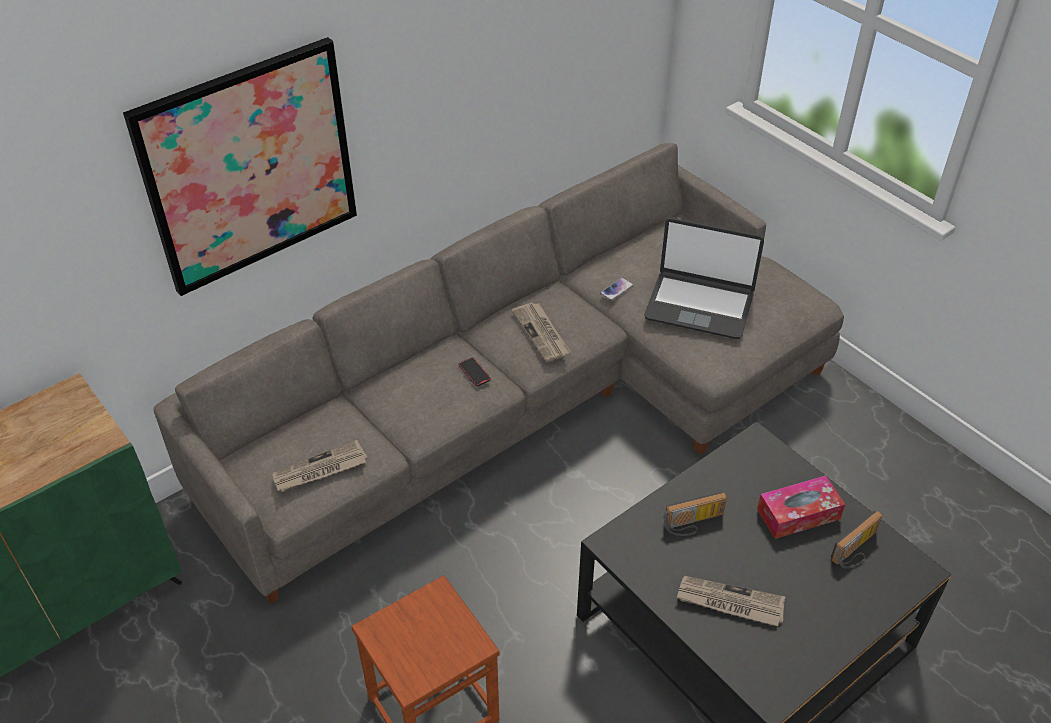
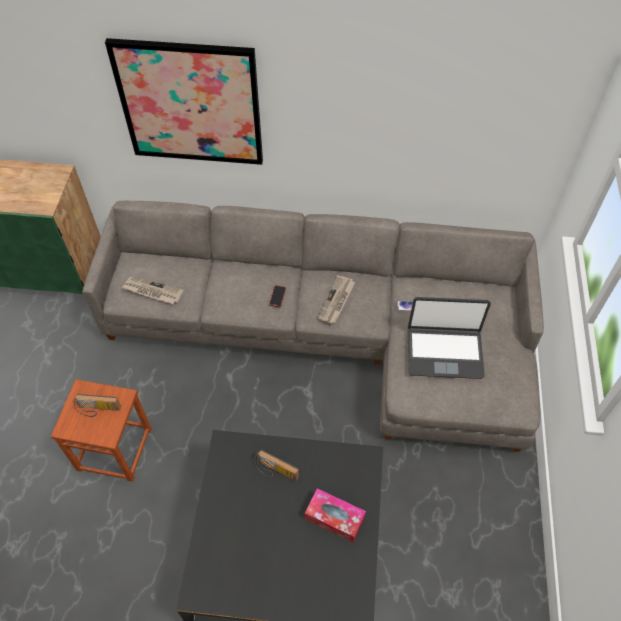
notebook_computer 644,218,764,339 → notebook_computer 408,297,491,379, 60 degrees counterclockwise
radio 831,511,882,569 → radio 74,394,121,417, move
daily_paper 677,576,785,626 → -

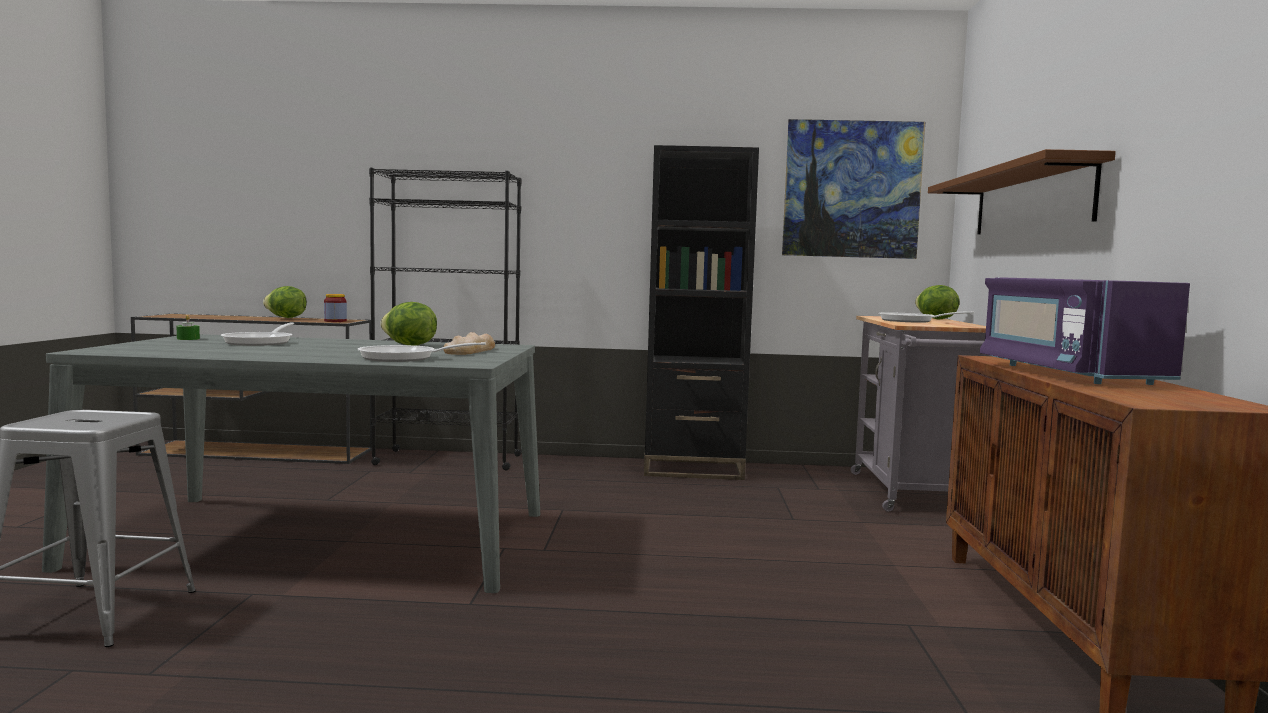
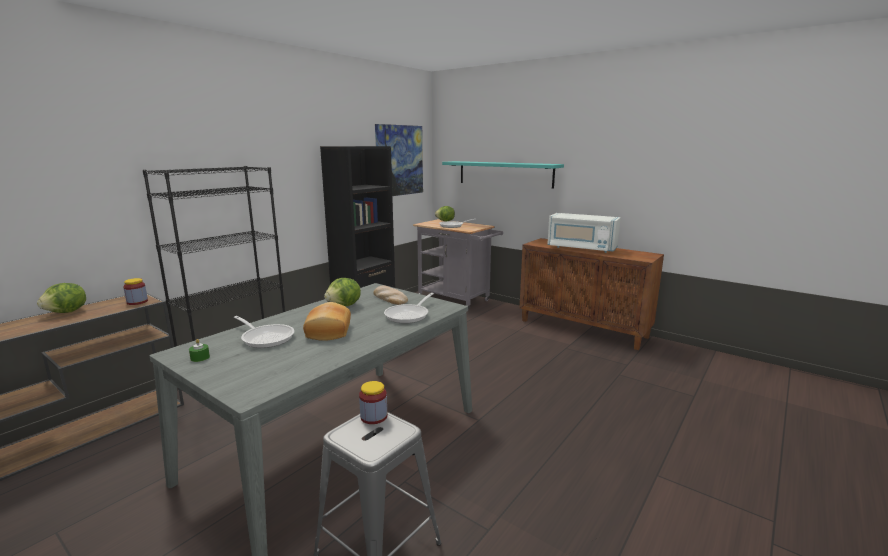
brownish_wall_shelf 928,149,1116,235 → blue-green_wall_shelf 442,161,564,189
purple-coloured_microwave_oven 980,277,1190,385 → white-coloured_microwave_oven 547,213,621,253
- → baked_bread 303,302,351,341
- → jar 359,381,387,424

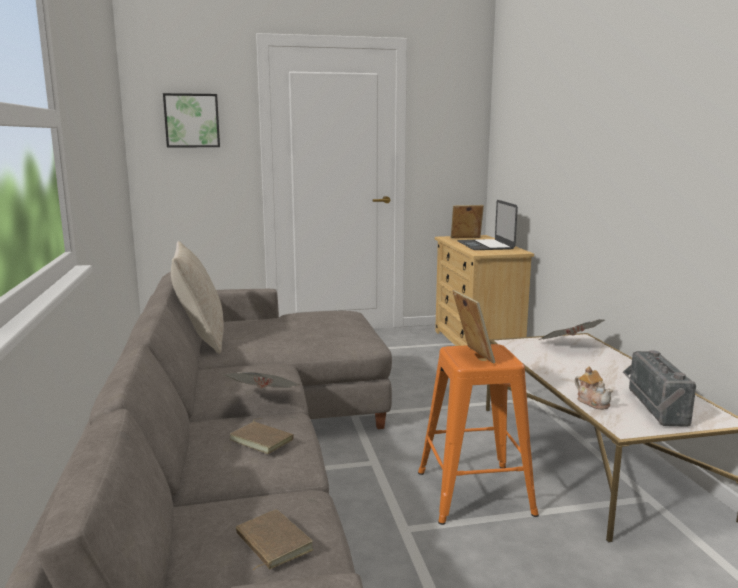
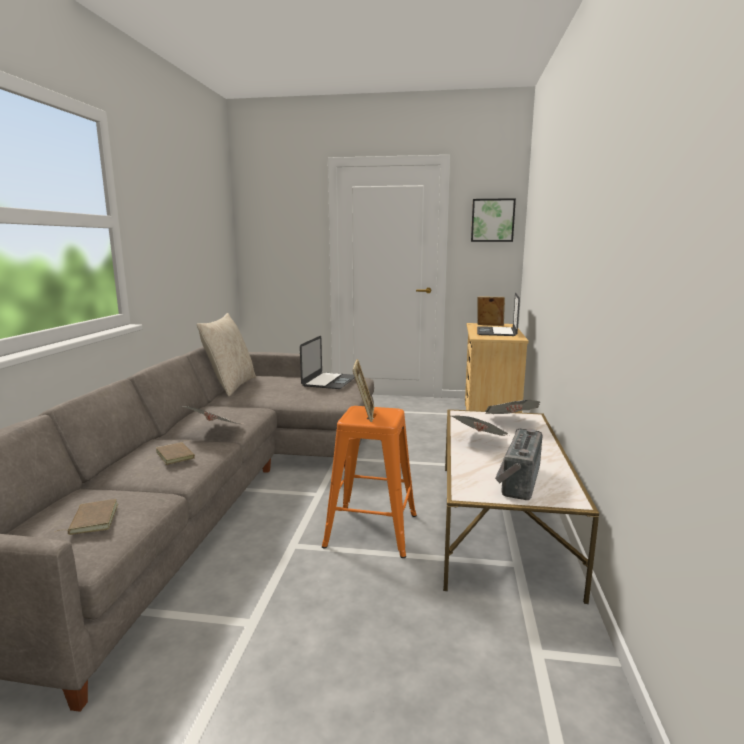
wall_picture 163,93,220,147 → wall_picture 471,198,516,242, move
pot_for_tea 575,366,613,410 → -
- → notebook_computer 300,336,355,389
- → daily_paper 451,416,509,436

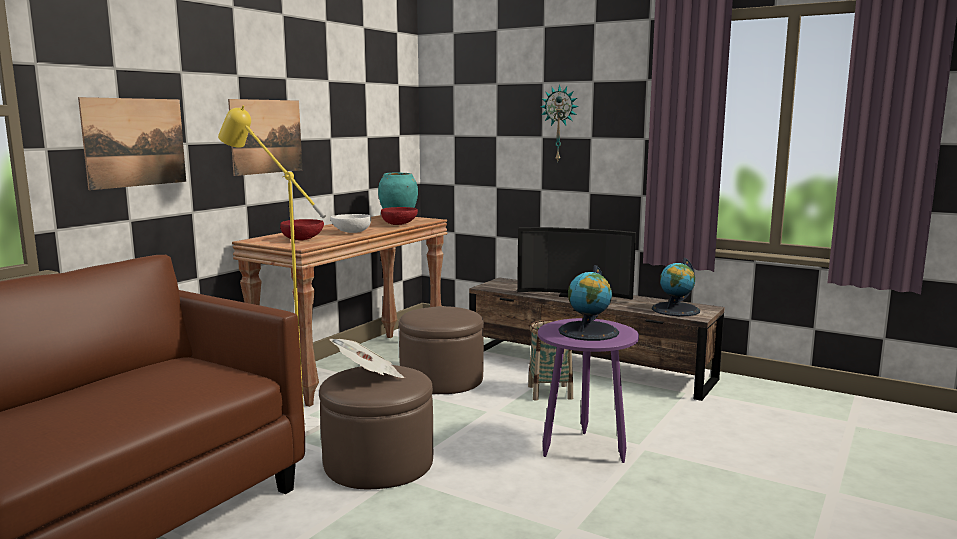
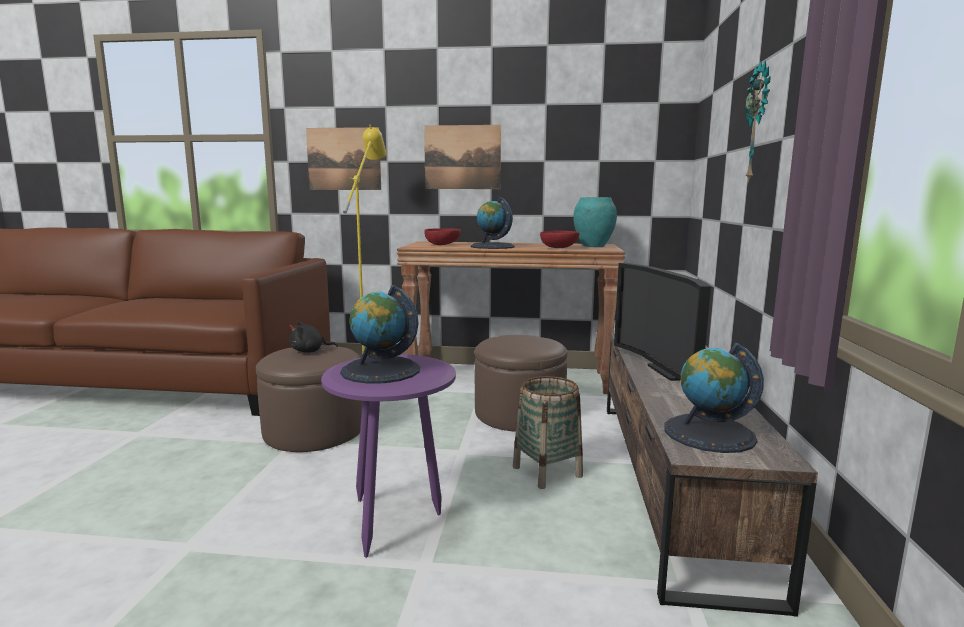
white-coloured_bowl 330,214,371,233 → desk_globe 471,197,515,249
daily_paper 329,339,405,378 → black_soft_toy 289,321,338,353

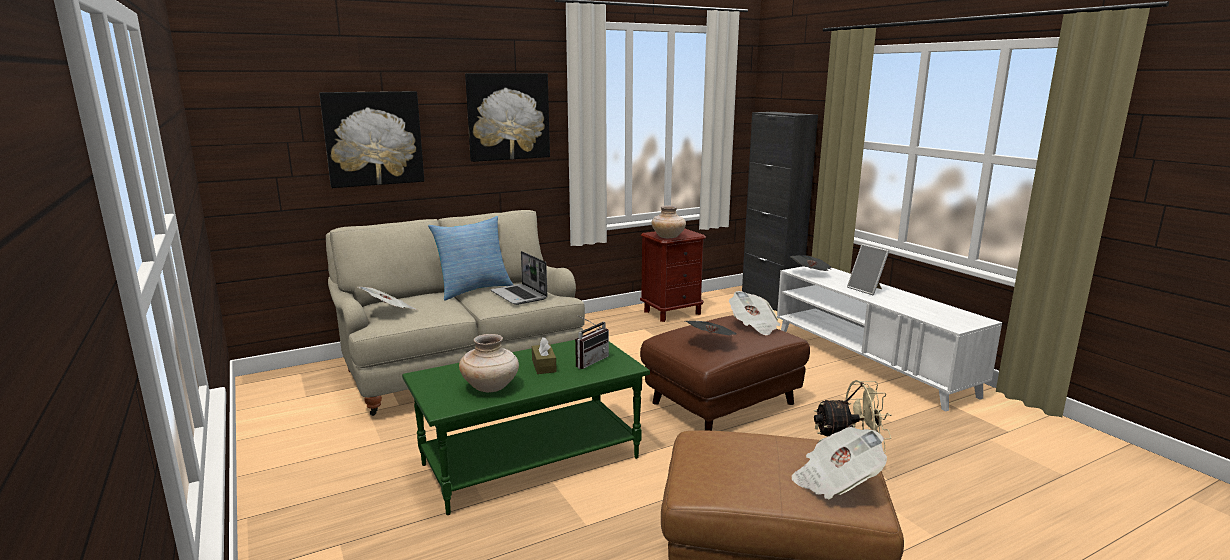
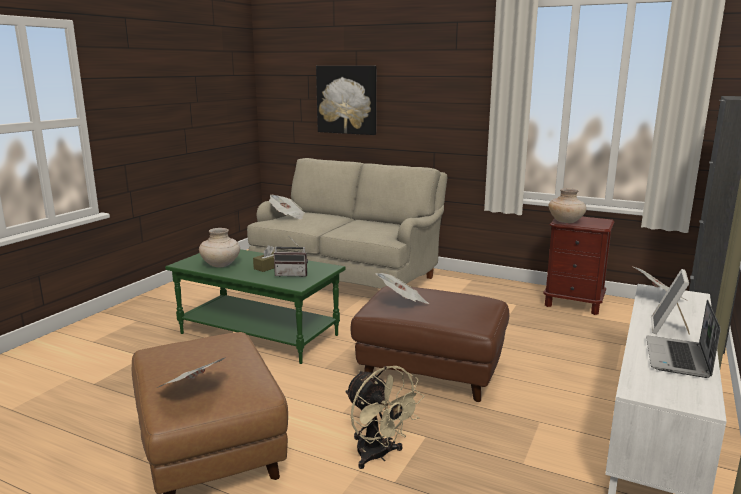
wall_picture 465,73,550,162 → -
cushion 428,216,513,300 → -
notebook_computer 491,251,548,305 → notebook_computer 646,300,721,378, move
daily_paper 729,291,781,336 → -

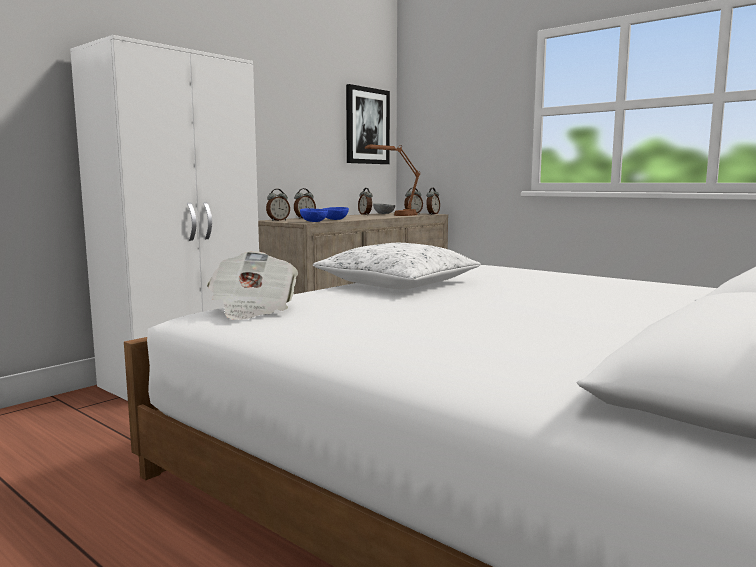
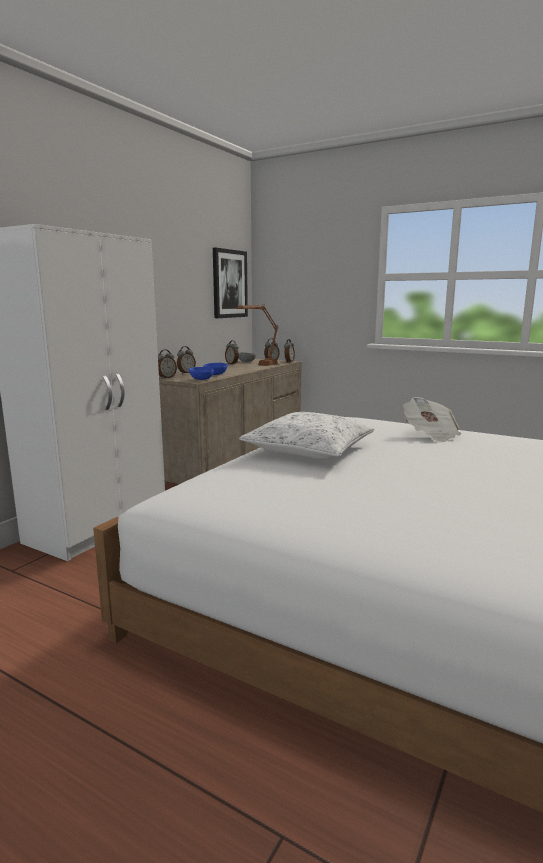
daily_paper 207,251,298,320 → daily_paper 403,397,461,443, move

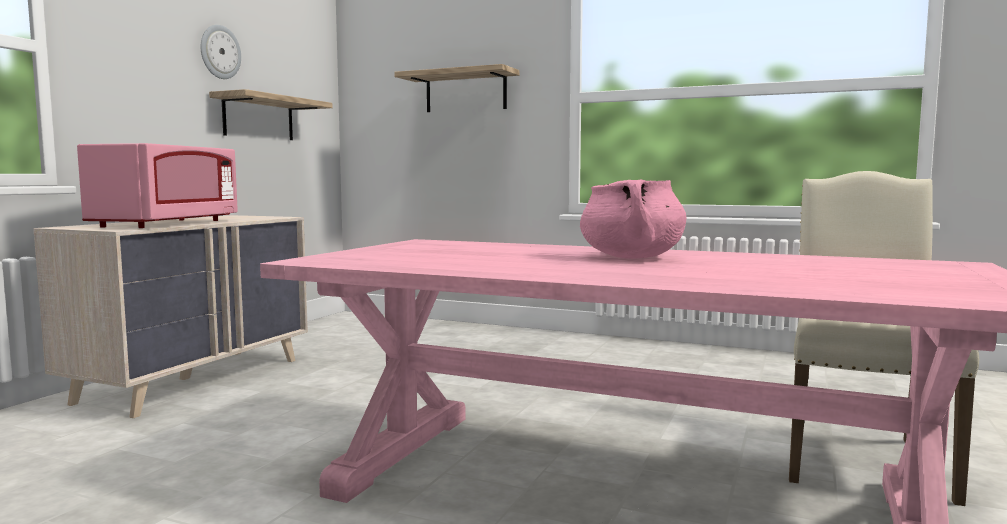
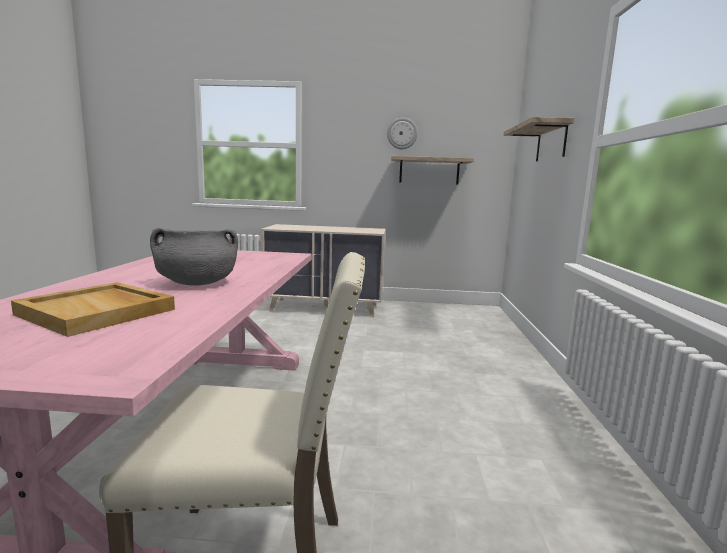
pink-coloured_microwave_oven 77,143,238,228 → -
pink-coloured_cooking_pot 580,179,686,259 → grey_cooking_pot 150,228,238,285
- → beige-coloured_tray 11,282,175,337

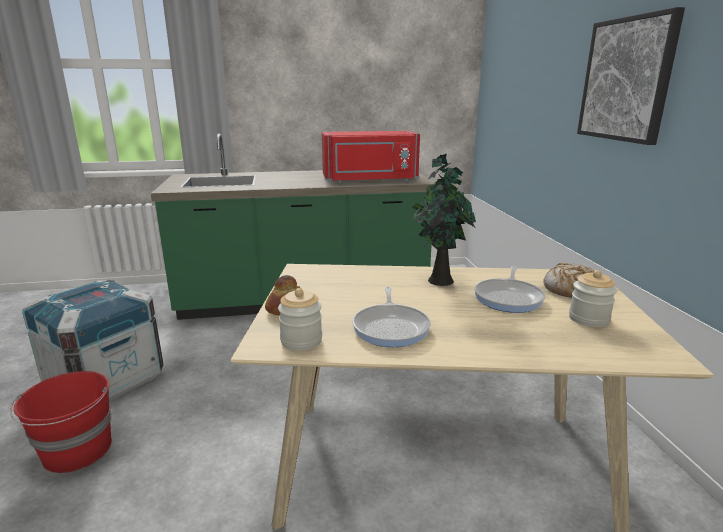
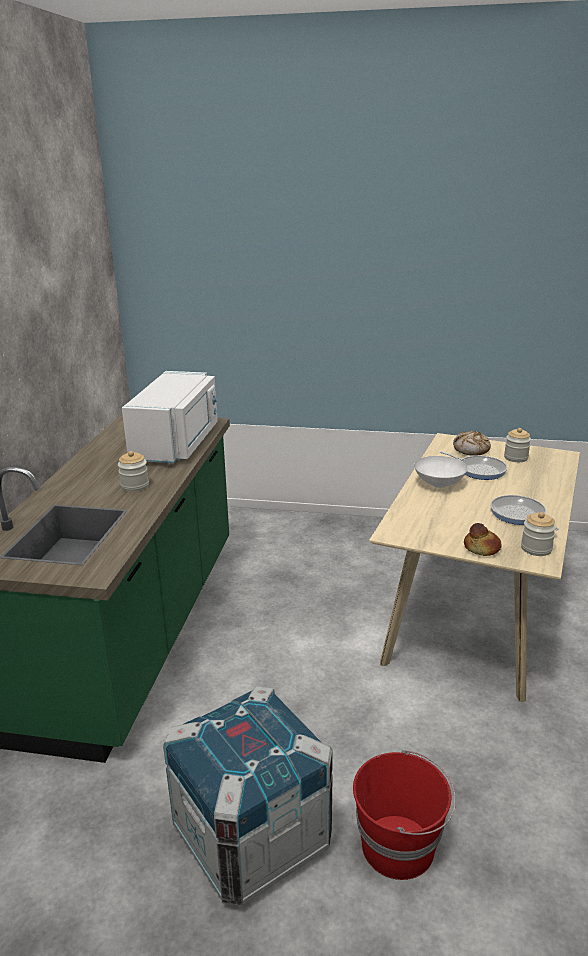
wall_picture 577,7,685,145 → -
reddish_microwave_oven 322,131,420,183 → white-coloured_microwave_oven 122,371,218,463
plant_in_a_pot 412,153,476,286 → white-coloured_bowl 414,456,468,488
skillet 352,287,431,347 → skillet 490,495,559,530, 135 degrees counterclockwise
- → jar 118,451,149,492

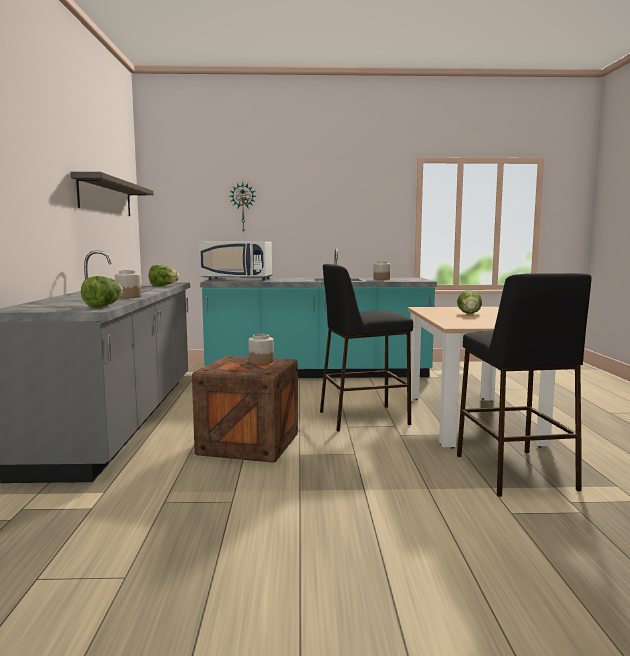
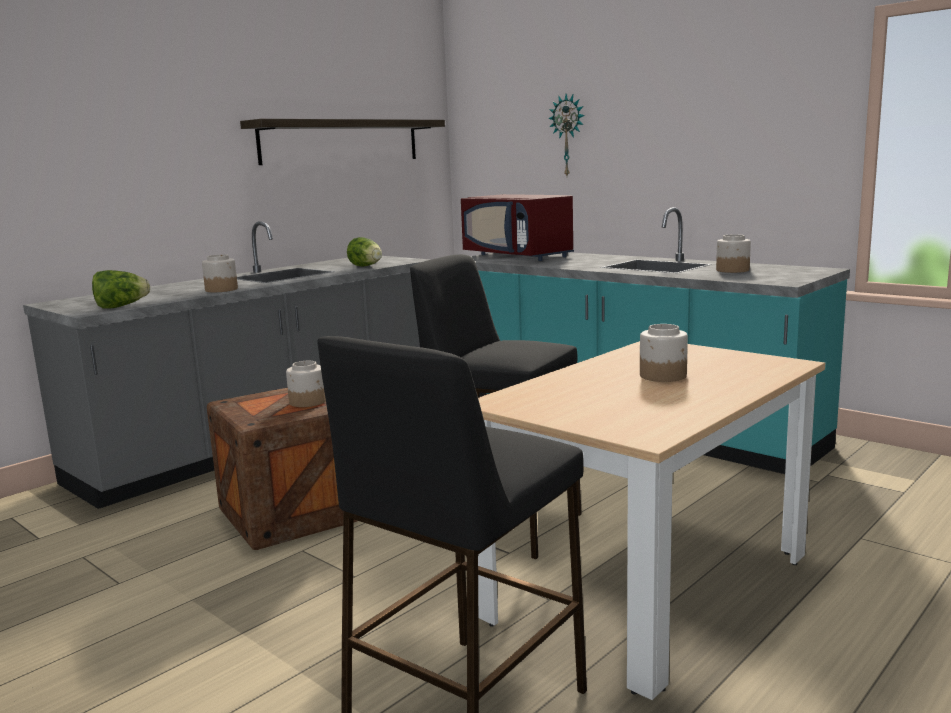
white-coloured_microwave_oven 198,242,272,281 → reddish_microwave_oven 461,194,574,261
lettuce 457,290,482,314 → jar 640,324,688,382

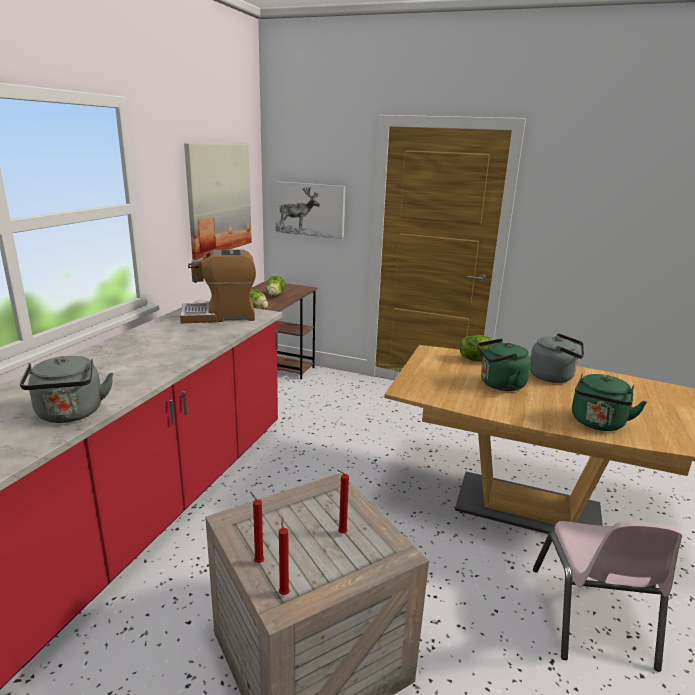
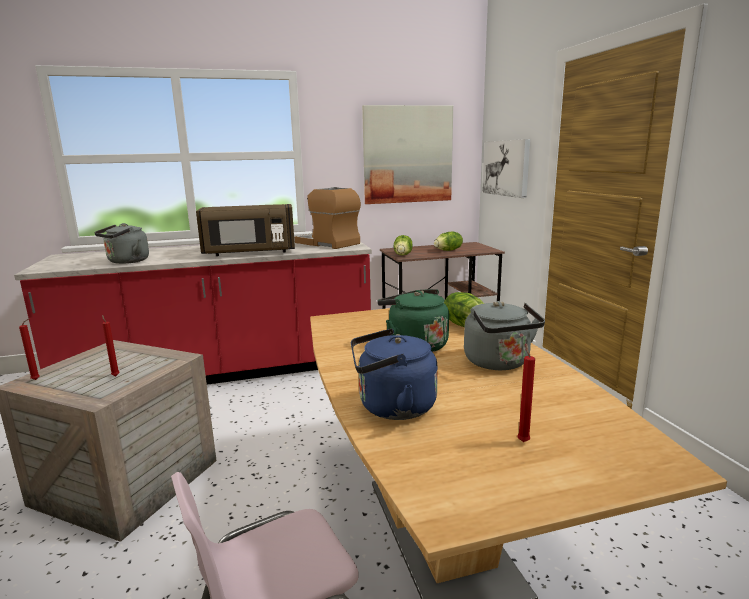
green-coloured_tea_kettle 572,374,647,431 → blue_tea_kettle 351,329,438,420
reddish_wax_light 250,492,264,563 → reddish_wax_light 517,344,535,442, move
- → brownish_microwave_oven 196,204,295,256

